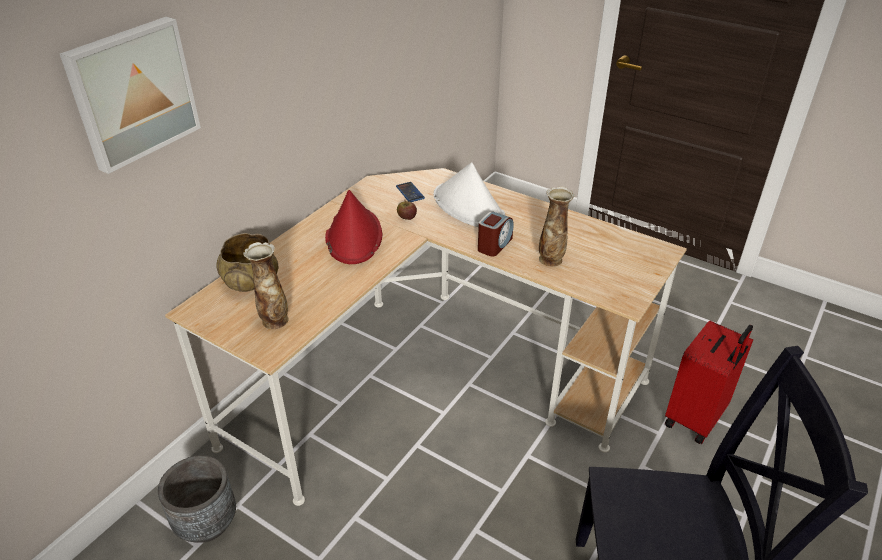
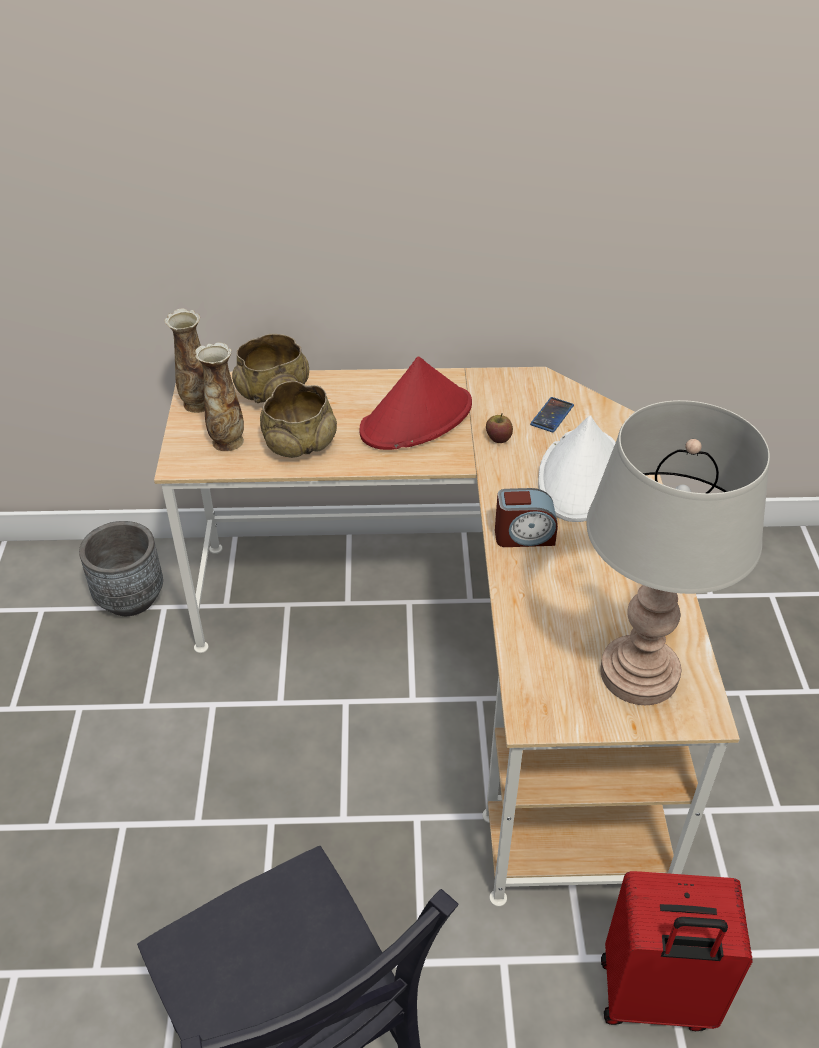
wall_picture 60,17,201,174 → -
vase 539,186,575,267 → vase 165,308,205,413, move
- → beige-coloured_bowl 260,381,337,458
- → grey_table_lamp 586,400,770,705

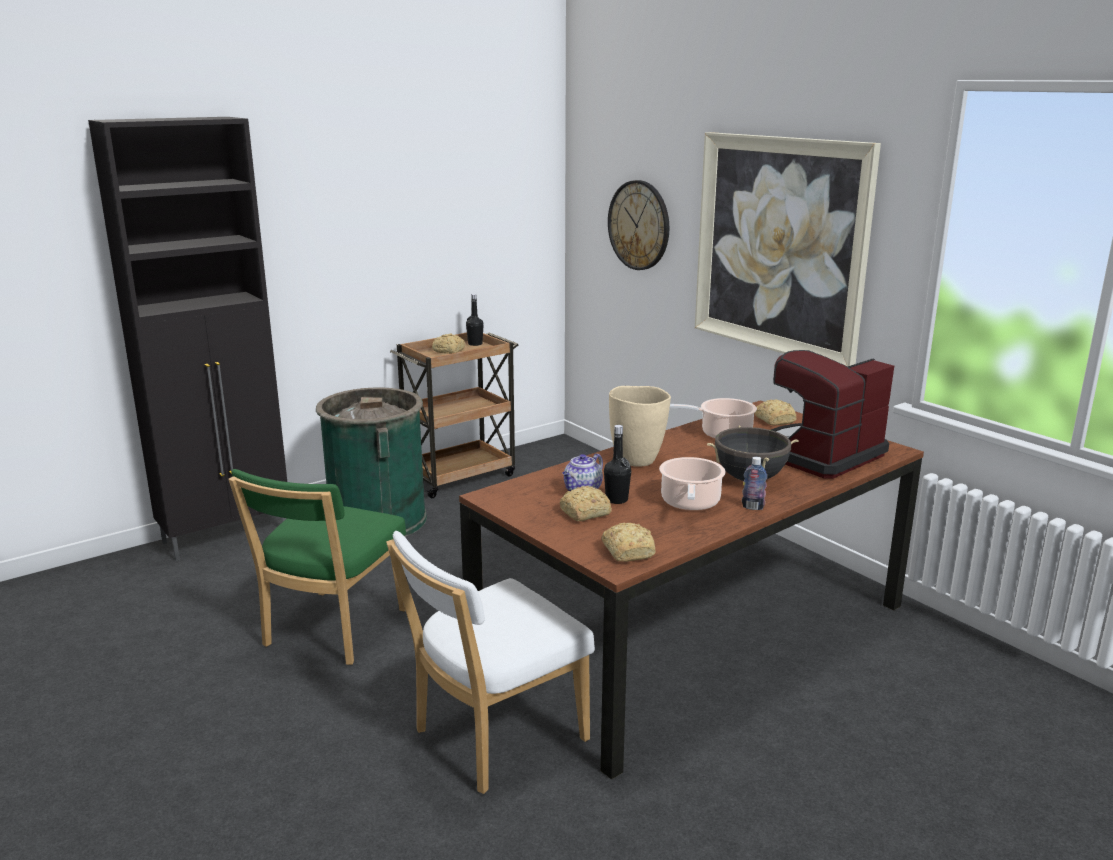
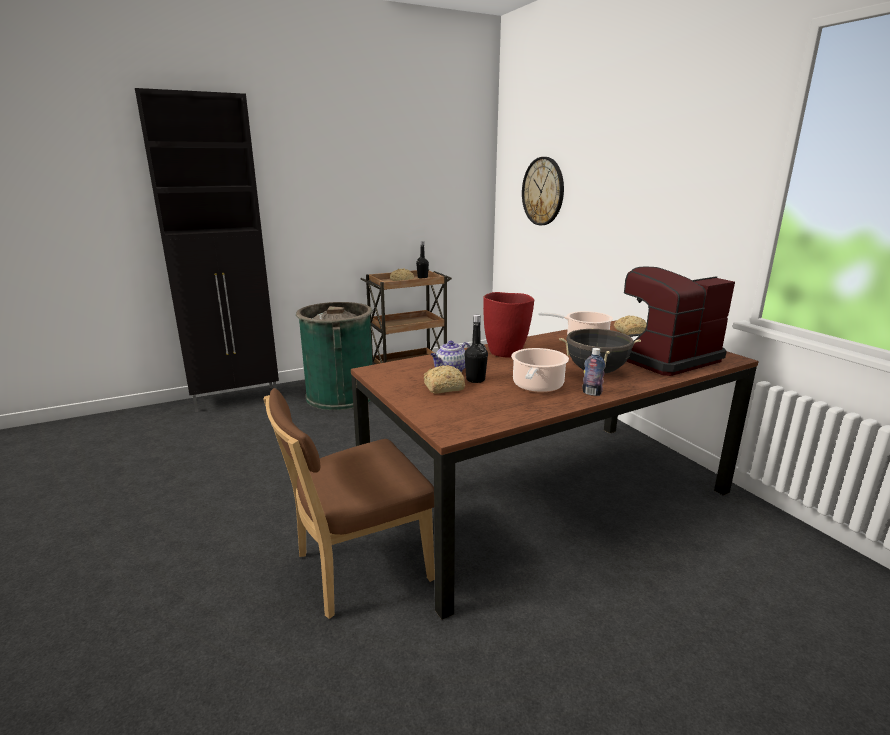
wall_picture 695,132,881,367 → -
beige-coloured_vase 609,386,671,467 → reddish_vase 483,292,534,357
green-coloured_chair 228,469,406,665 → -
baked_bread 601,523,656,562 → -
white-coloured_chair 386,531,595,794 → brownish_chair 263,388,435,619

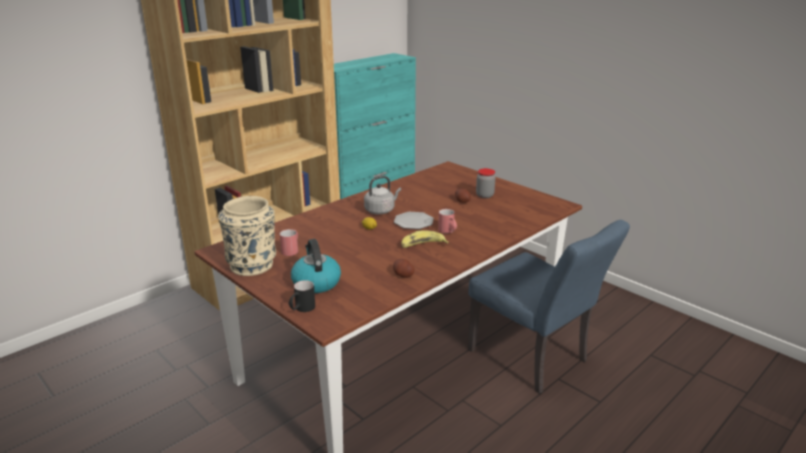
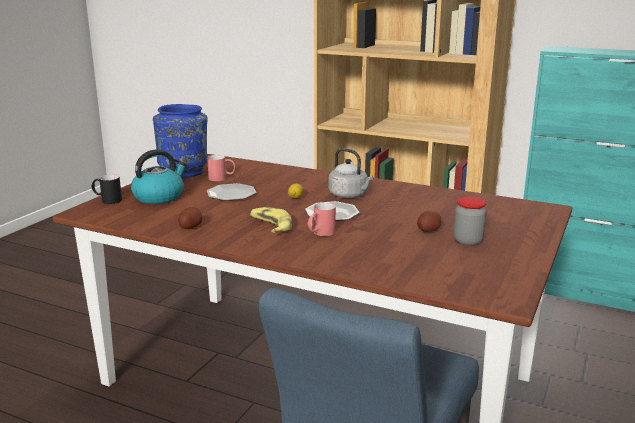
beige-coloured_vase 218,196,276,276 → blue_vase 153,104,207,178
- → flat_dish 207,183,256,201

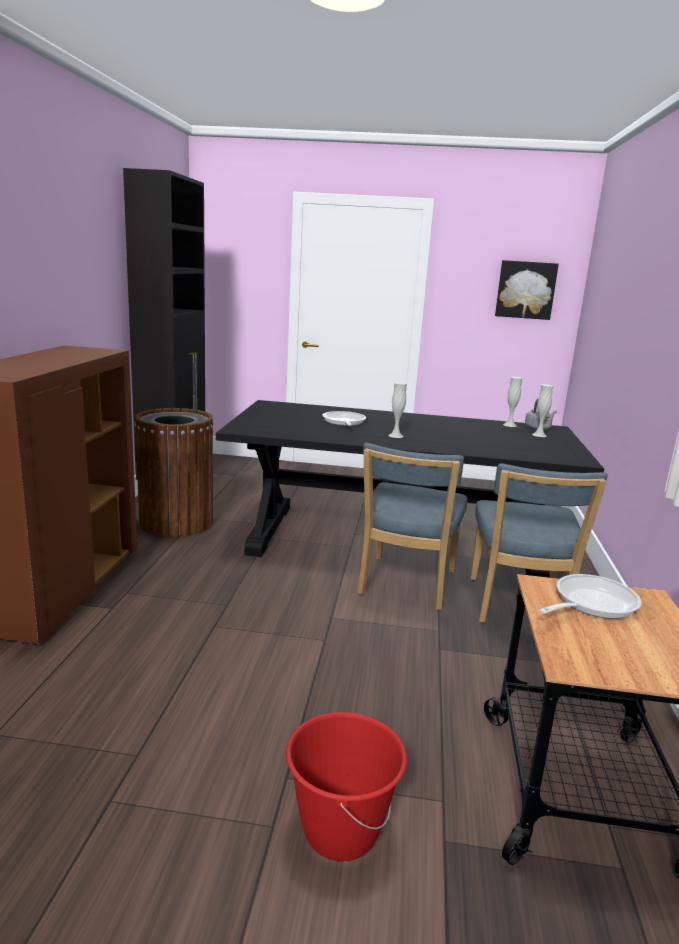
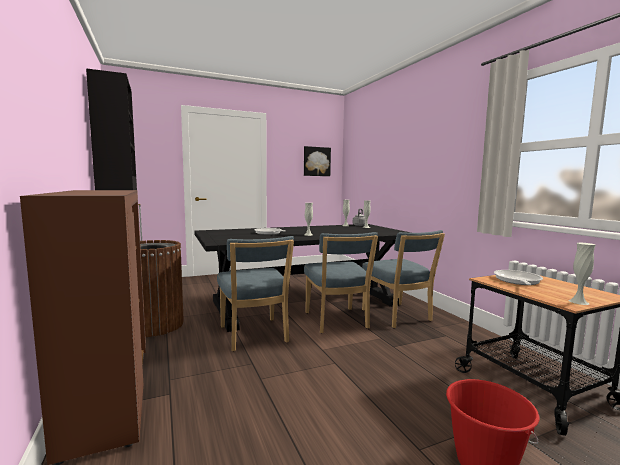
- → blue_chair 217,236,294,352
- → white-coloured_vase 568,243,596,305

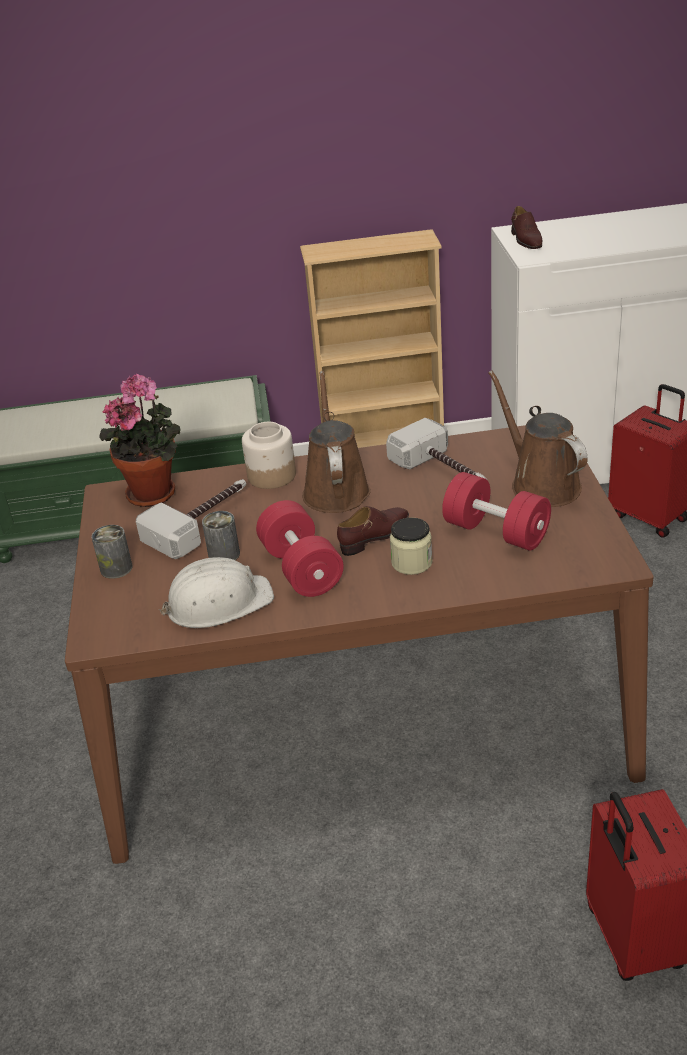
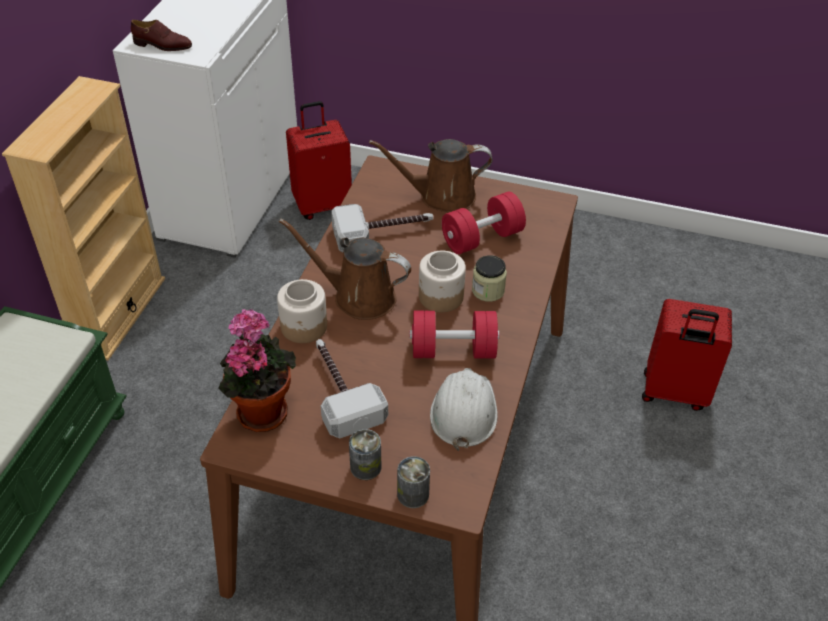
brownish_low_shoe 337,506,409,556 → jar 419,251,466,312
can 202,511,240,560 → can 397,456,430,508, move

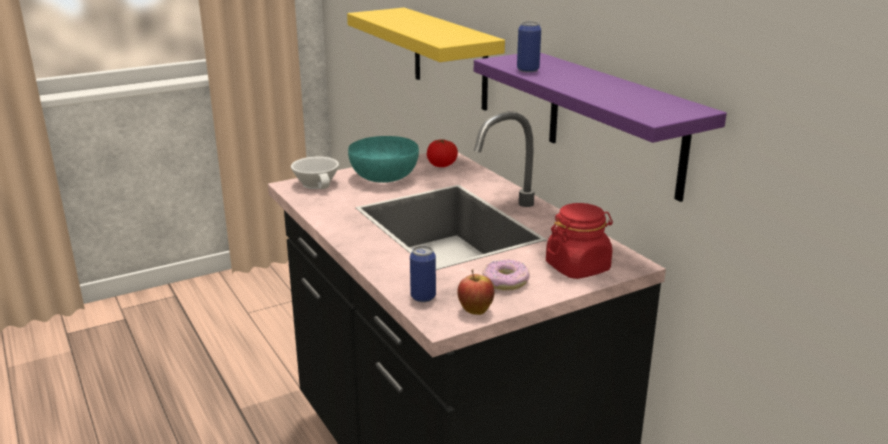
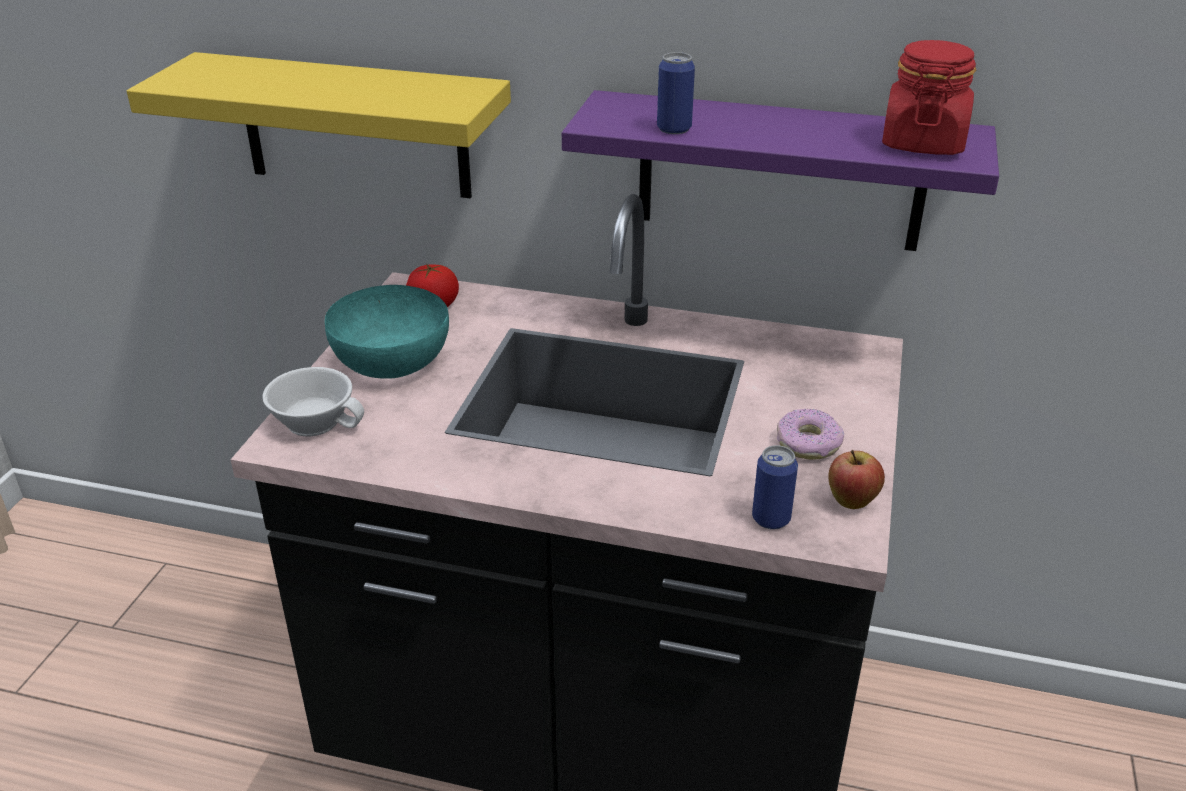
reddish_jar 546,203,613,279 → reddish_jar 882,40,976,155, move

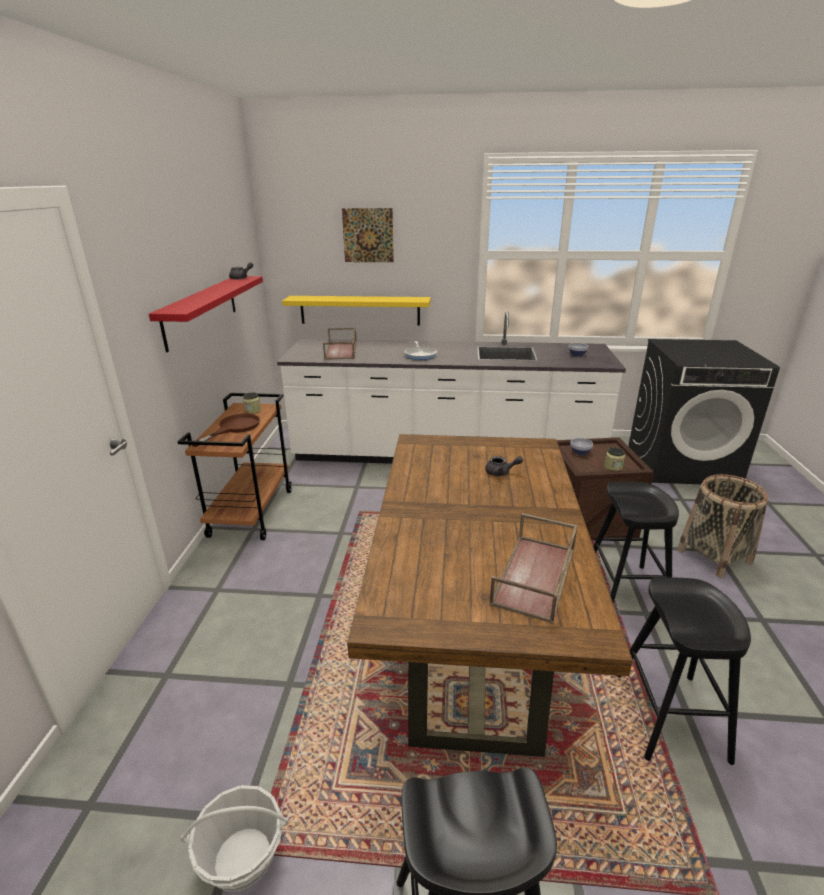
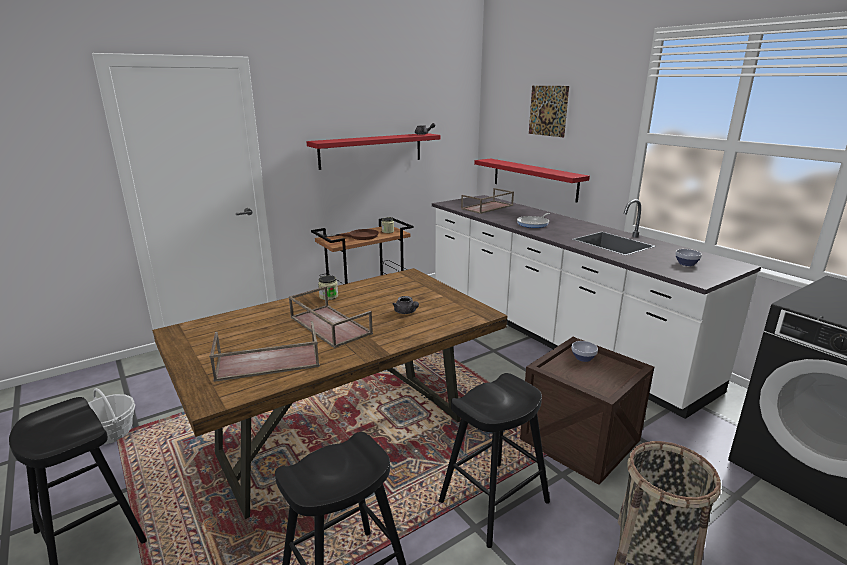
yellow-coloured_wall_shelf 282,296,431,325 → reddish_wall_shelf 474,158,590,203
jar 604,447,625,471 → jar 318,275,338,300, move
- → brownish_tray 289,286,373,348

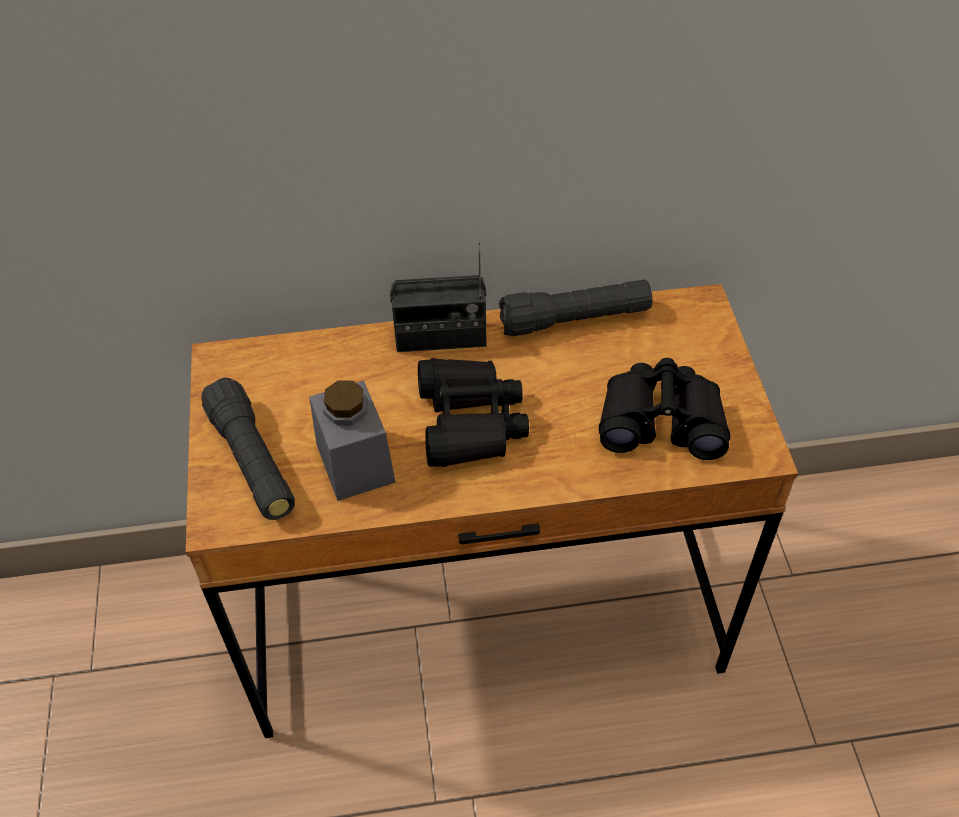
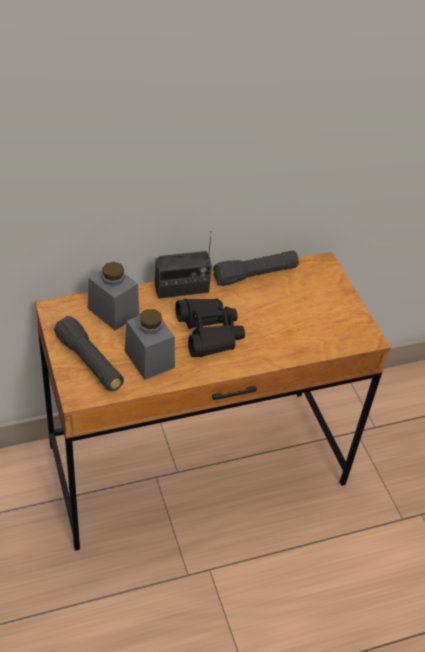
black_binoculars 599,358,730,460 → -
- → grey_jar 88,262,140,331

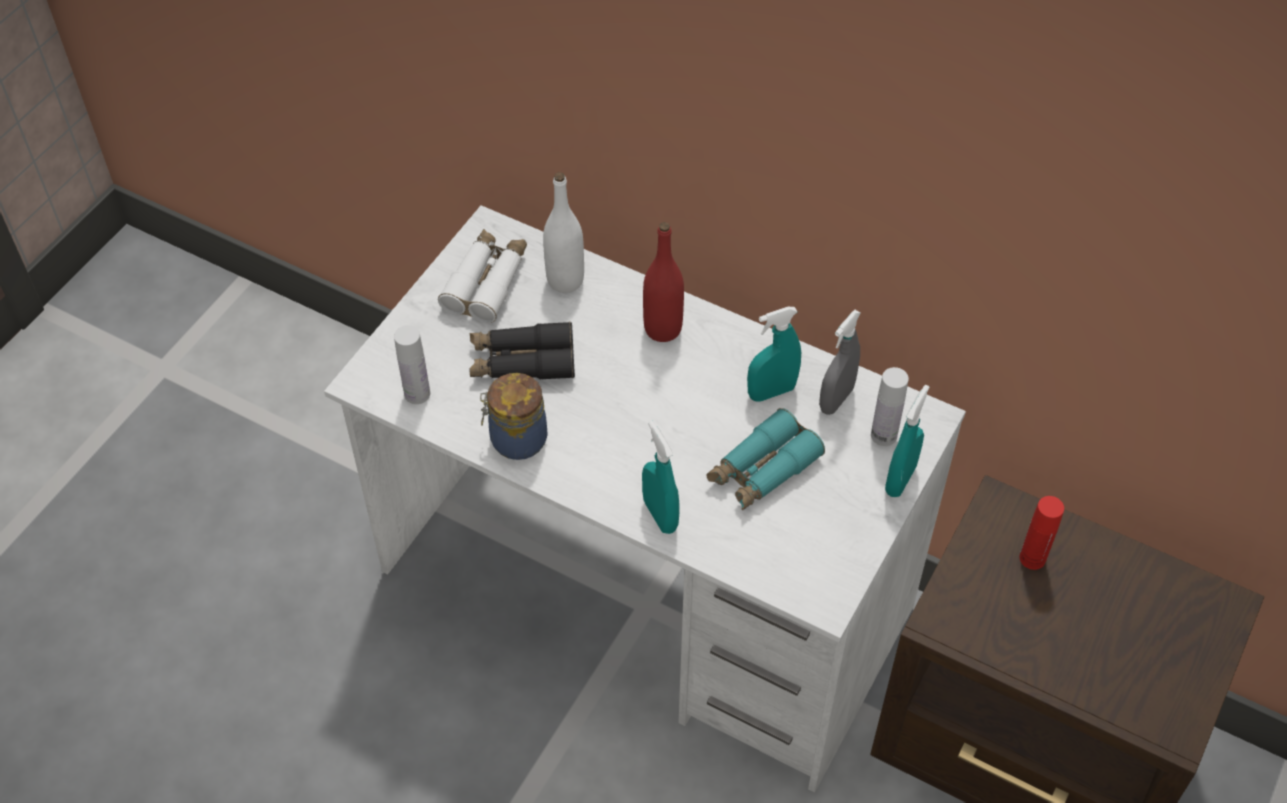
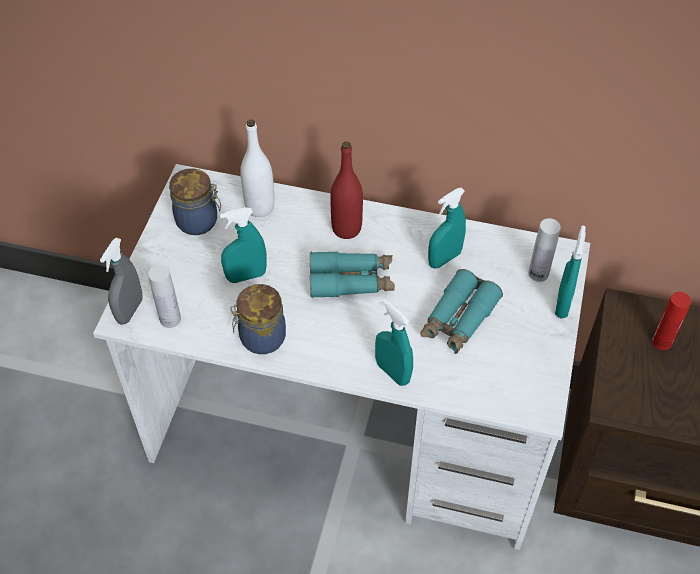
white-coloured_binoculars 438,229,527,323 → jar 169,168,221,235
grey_hand_sprayer 819,310,861,415 → grey_hand_sprayer 100,238,143,325, move
black_binoculars 469,322,575,380 → blue-green_hand_sprayer 220,207,267,283
- → blue-green_binoculars 310,251,395,297

